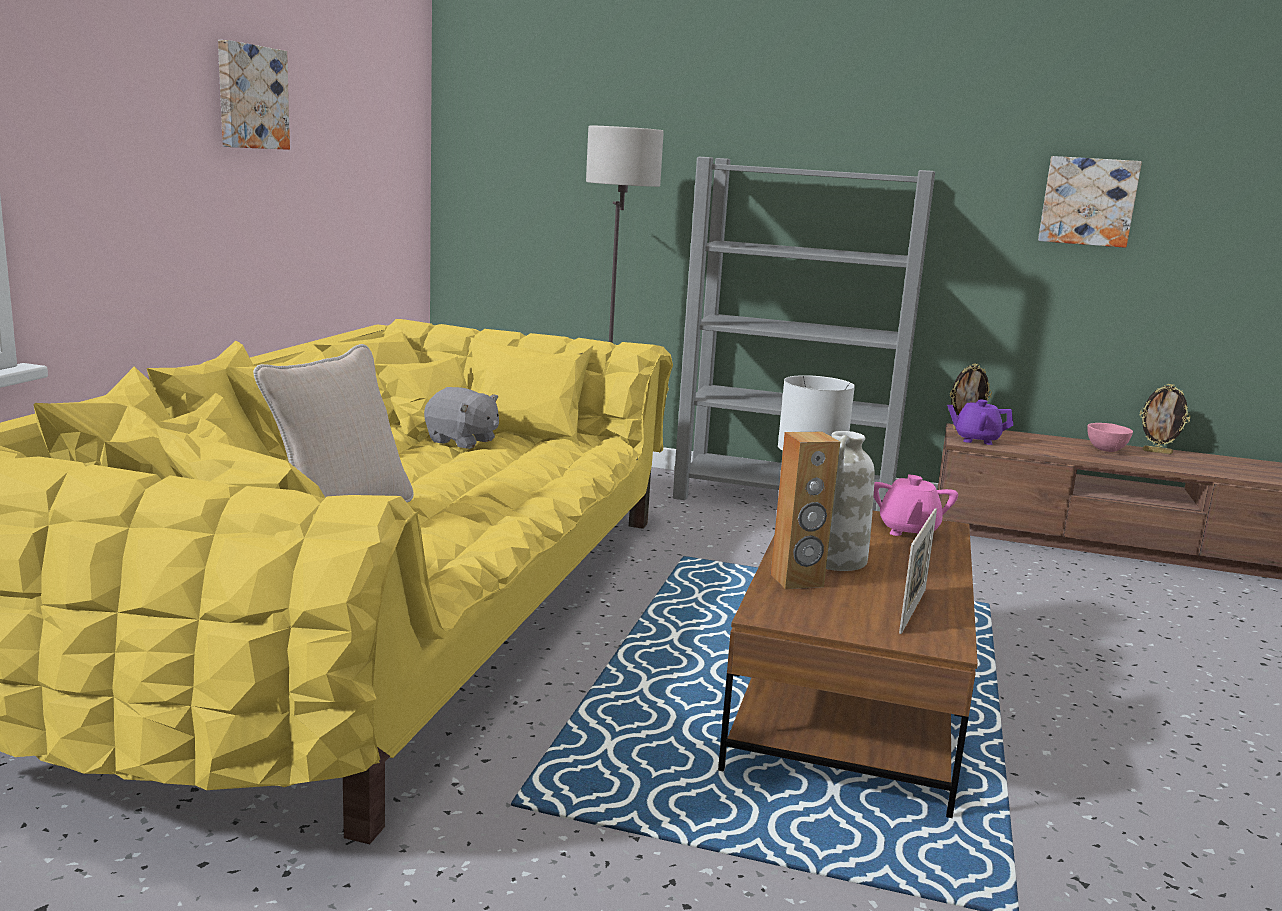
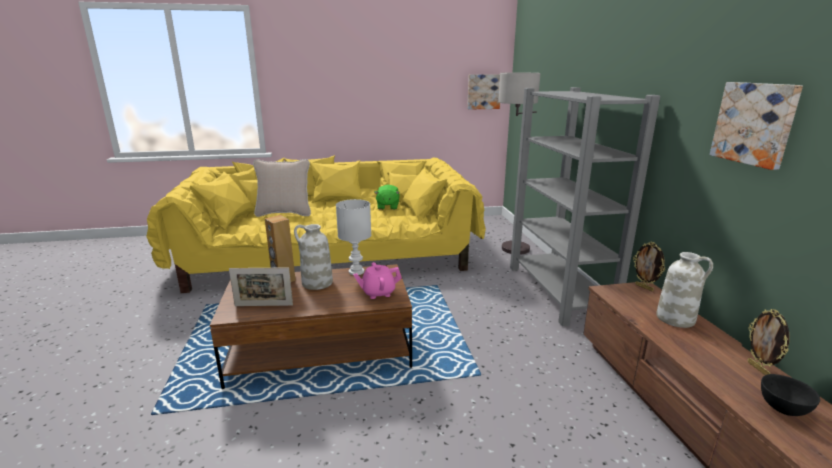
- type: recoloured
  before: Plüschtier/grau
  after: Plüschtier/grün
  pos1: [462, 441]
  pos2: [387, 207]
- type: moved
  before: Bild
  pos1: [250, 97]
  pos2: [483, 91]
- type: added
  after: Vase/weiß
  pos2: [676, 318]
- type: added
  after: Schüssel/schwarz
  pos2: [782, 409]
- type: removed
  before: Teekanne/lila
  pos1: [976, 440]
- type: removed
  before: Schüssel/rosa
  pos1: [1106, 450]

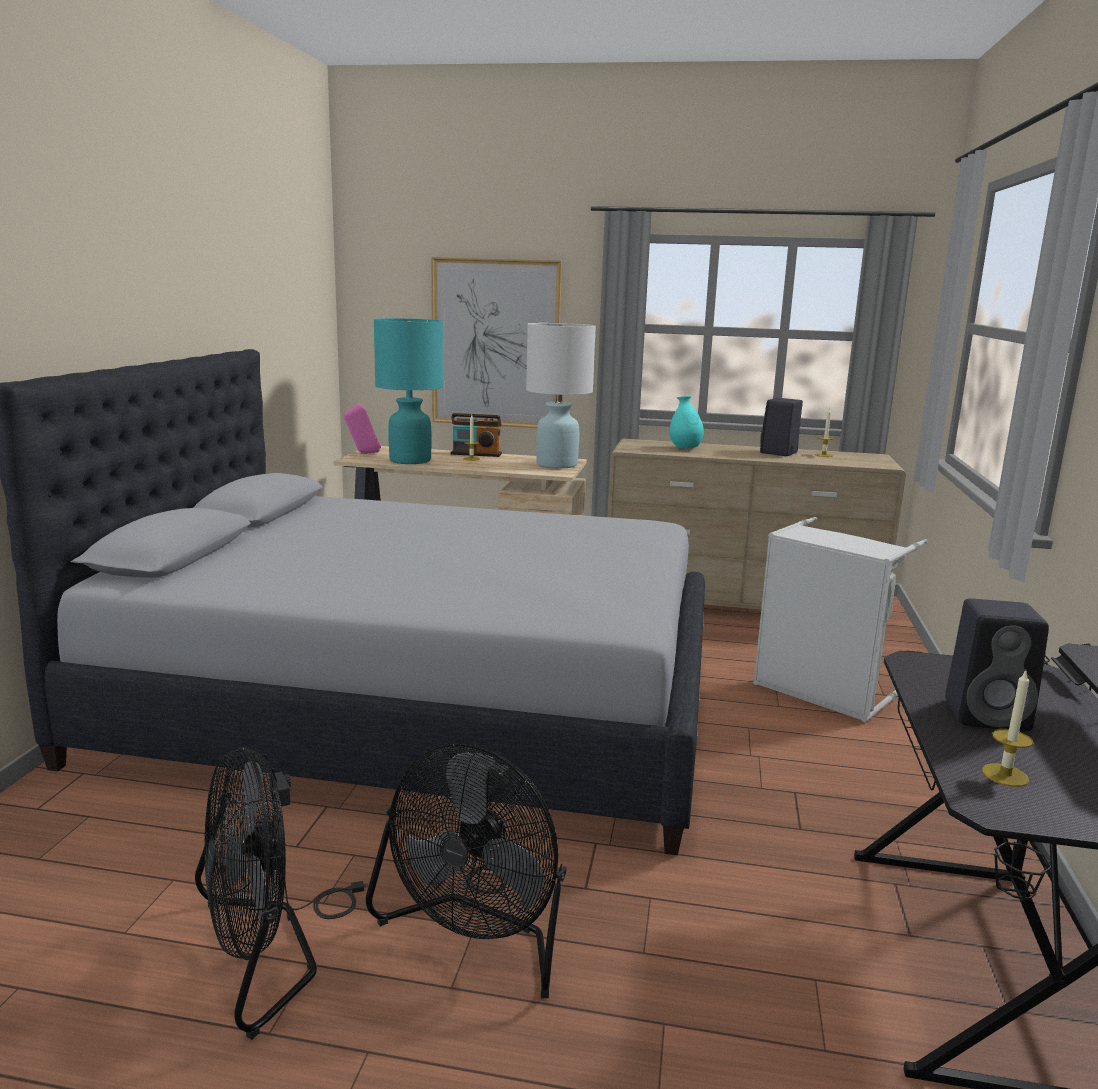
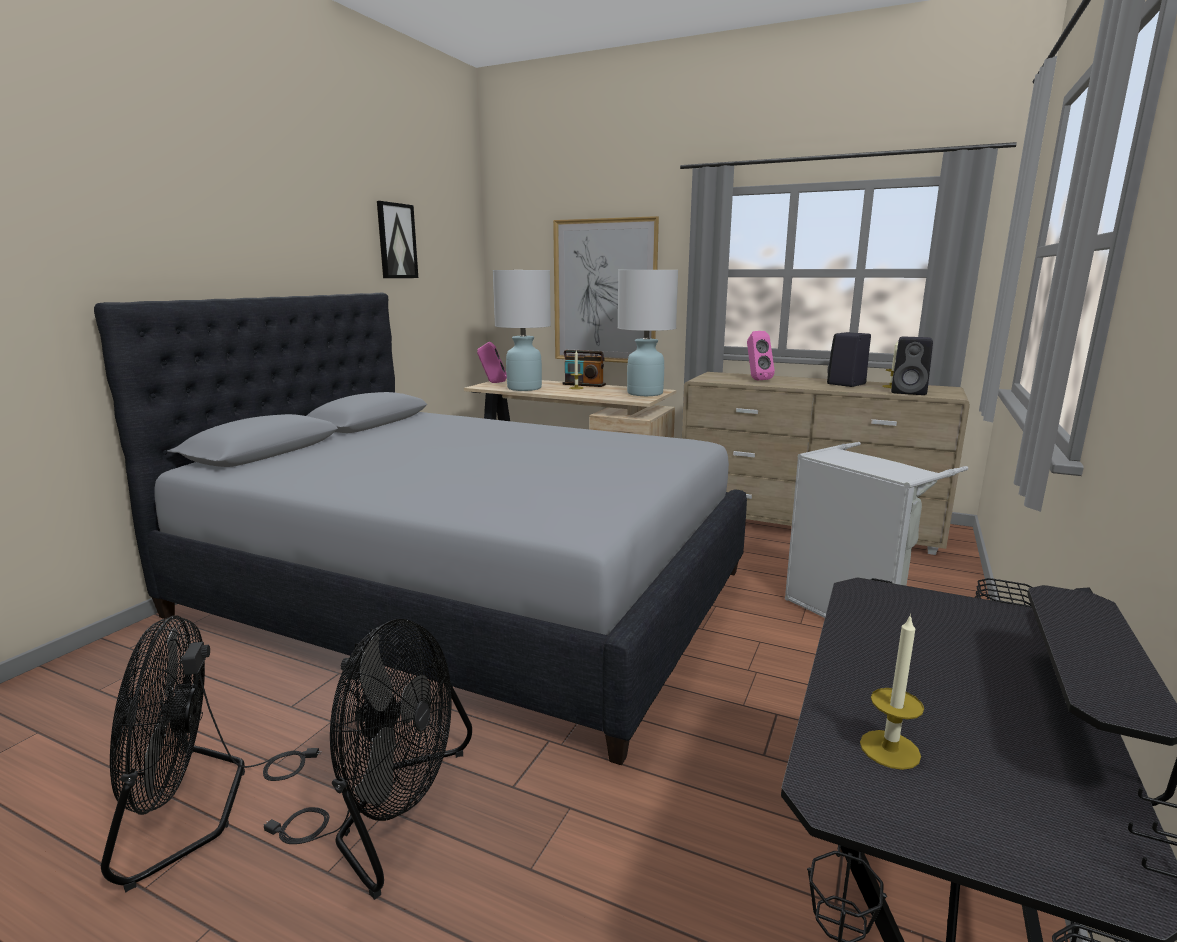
- type: turned
  before: Ventilator/schwarz
  pos1: [475, 930]
  pos2: [385, 815]
  turn: -120
- type: added
  after: Bild
  pos2: [396, 241]
- type: recoloured
  before: Tischlampe/türkis
  after: Tischlampe/weiß
  pos1: [410, 460]
  pos2: [524, 388]
- type: replaced
  before: Vase/türkis
  after: Lautsprecher/rosa
  pos1: [685, 449]
  pos2: [756, 380]
- type: moved
  before: Lautsprecher/schwarz
  pos1: [989, 715]
  pos2: [910, 392]

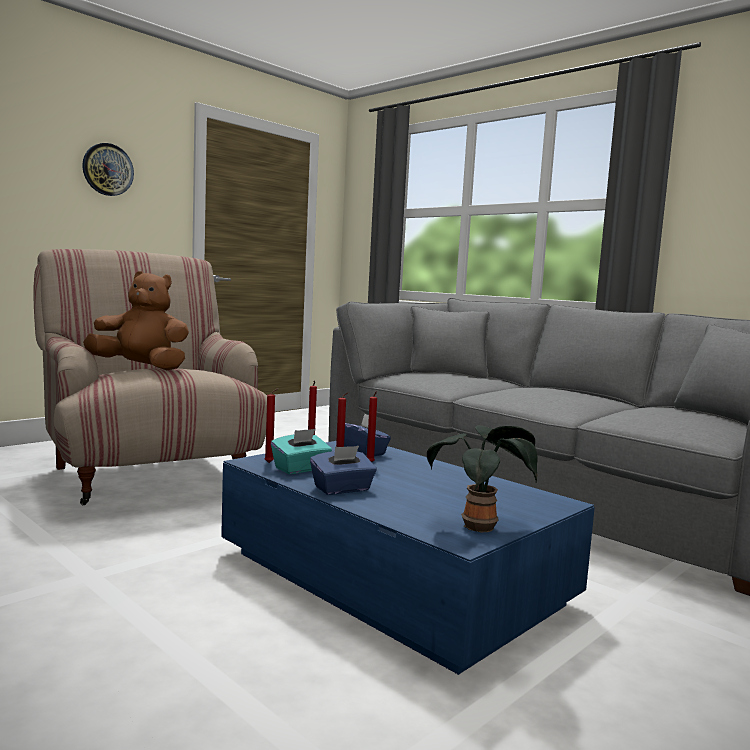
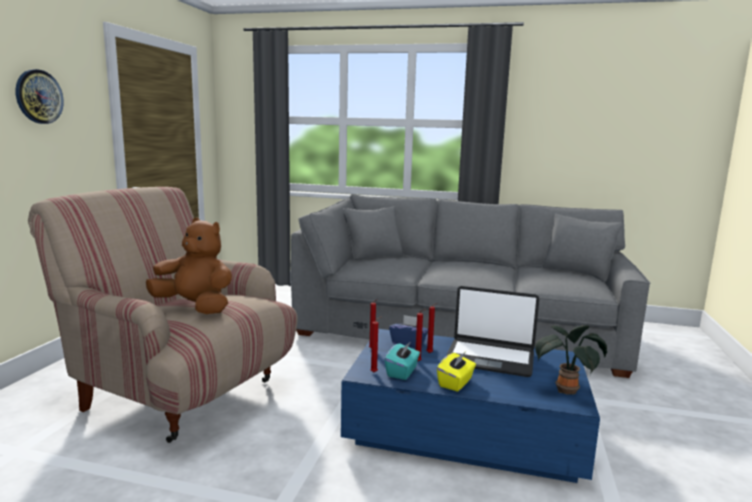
- type: turned
  before: Plüschtier/braun
  pos1: [141, 368]
  pos2: [195, 307]
  turn: 45
- type: recoloured
  before: Taschentuchbox/blau
  after: Taschentuchbox/gelb
  pos1: [342, 489]
  pos2: [455, 383]
- type: added
  after: Laptop
  pos2: [490, 358]

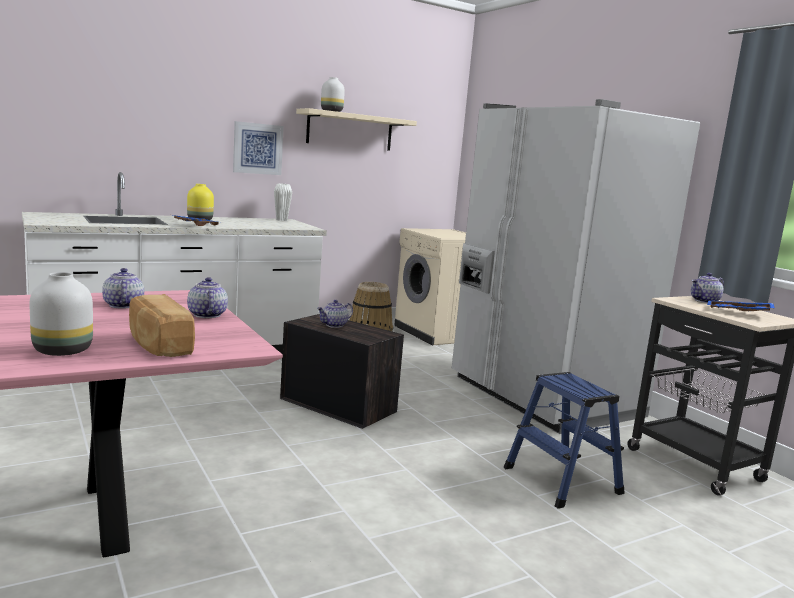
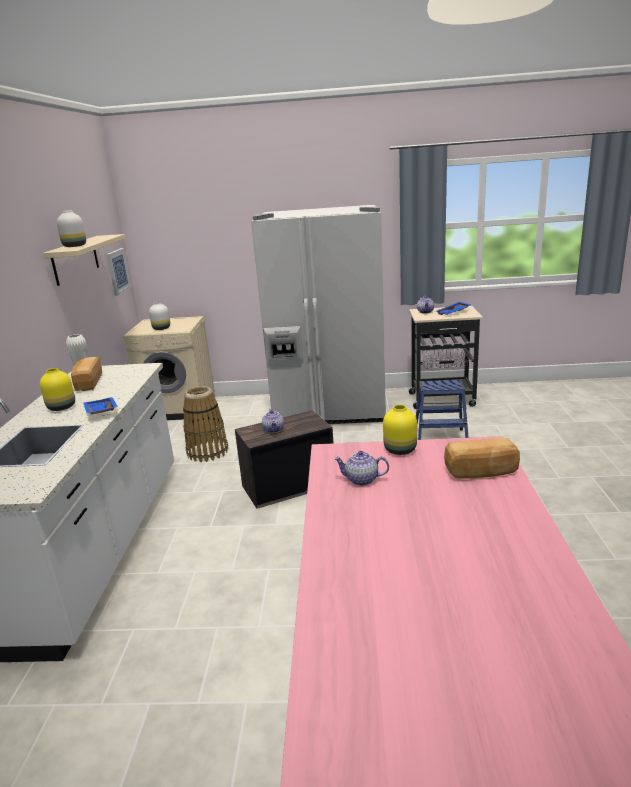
- type: added
  after: Brot
  pos2: [88, 383]
- type: moved
  before: Bild
  pos1: [257, 148]
  pos2: [117, 271]
- type: moved
  before: Vase/weiß
  pos1: [64, 351]
  pos2: [161, 328]
- type: replaced
  before: Teekanne
  after: Vase/gelb
  pos1: [206, 315]
  pos2: [400, 450]

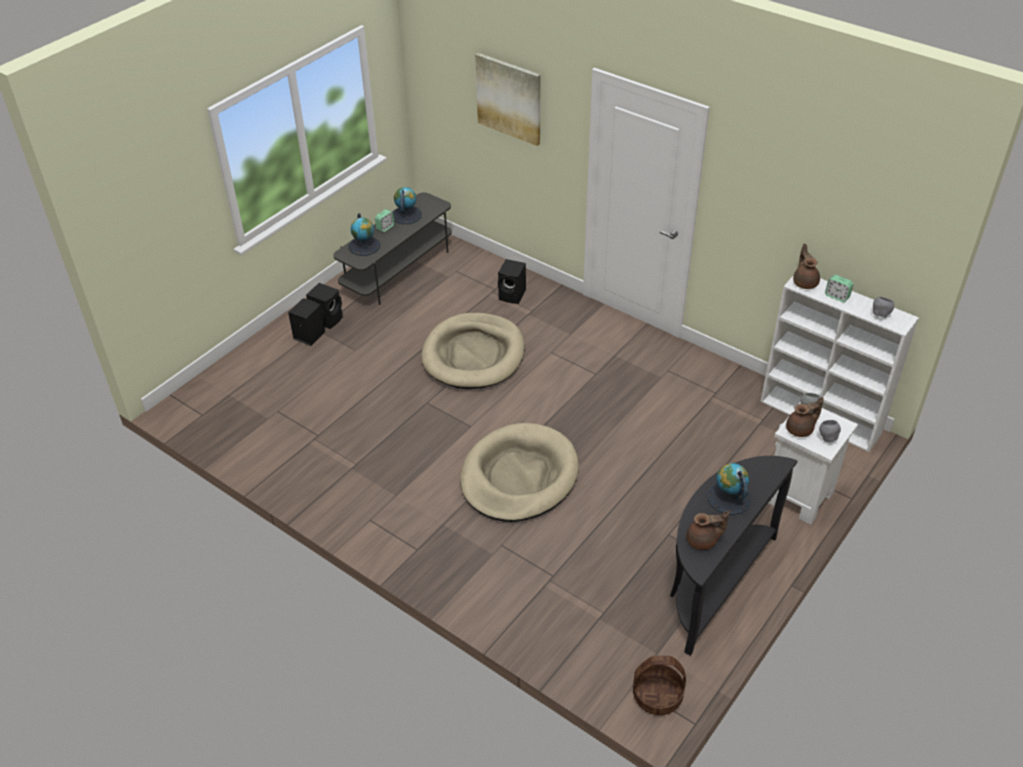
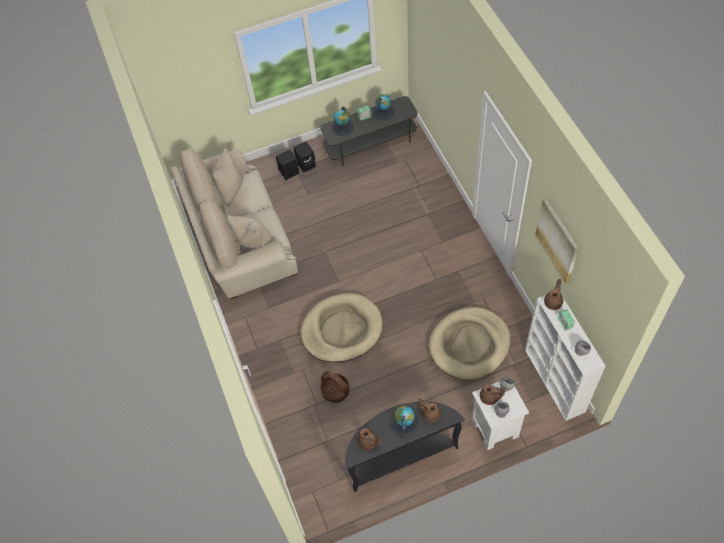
- type: added
  after: Sofa/beige
  pos2: [240, 239]
- type: moved
  before: Korb
  pos1: [657, 696]
  pos2: [335, 391]
- type: added
  after: Teekanne/braun
  pos2: [430, 414]
- type: moved
  before: Hundebett/beige
  pos1: [473, 355]
  pos2: [469, 345]
- type: moved
  before: Bild
  pos1: [509, 98]
  pos2: [557, 240]
- type: removed
  before: Lautsprecher/schwarz
  pos1: [513, 295]

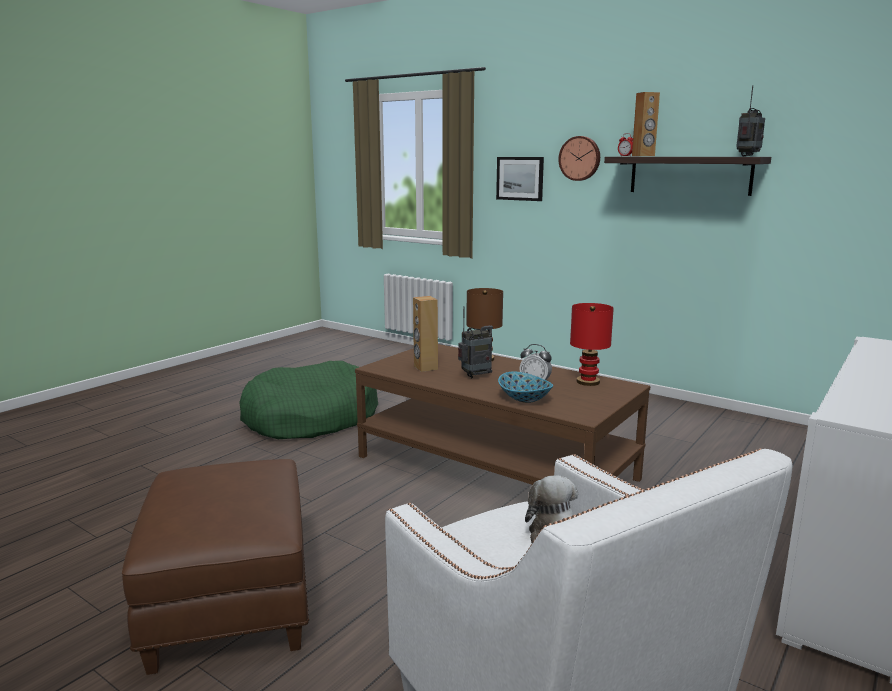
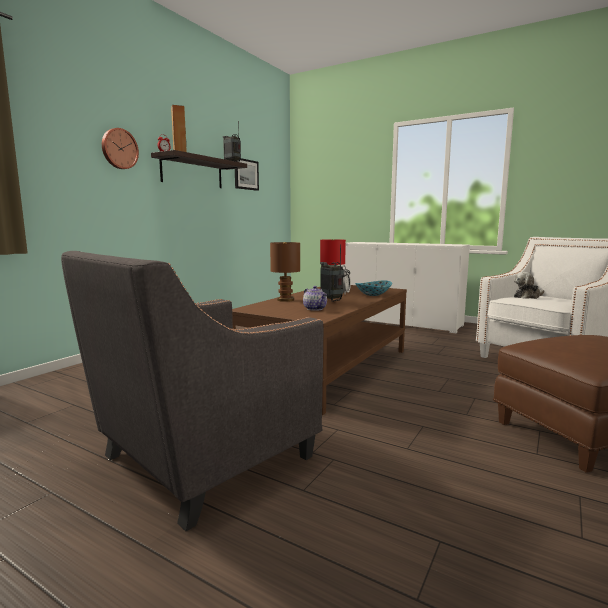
- type: replaced
  before: Hundebett/grün
  after: Sessel/grau
  pos1: [310, 418]
  pos2: [206, 458]
- type: moved
  before: Bild
  pos1: [520, 178]
  pos2: [246, 174]
- type: replaced
  before: Lautsprecher/braun
  after: Teekanne
  pos1: [425, 368]
  pos2: [315, 308]

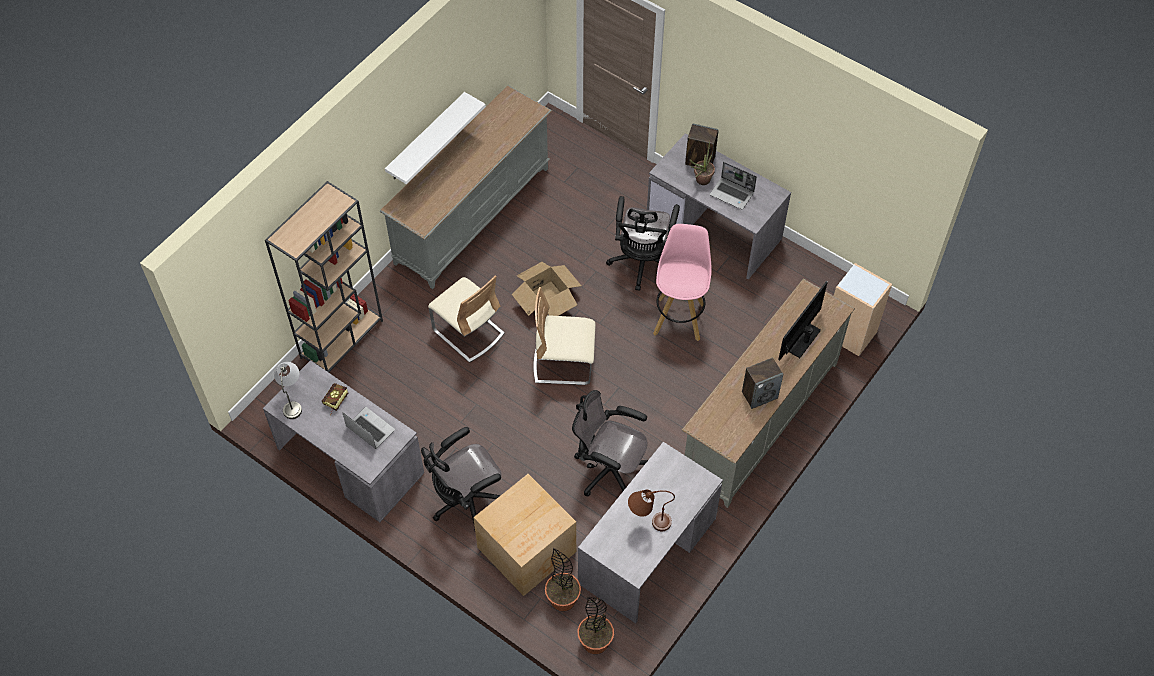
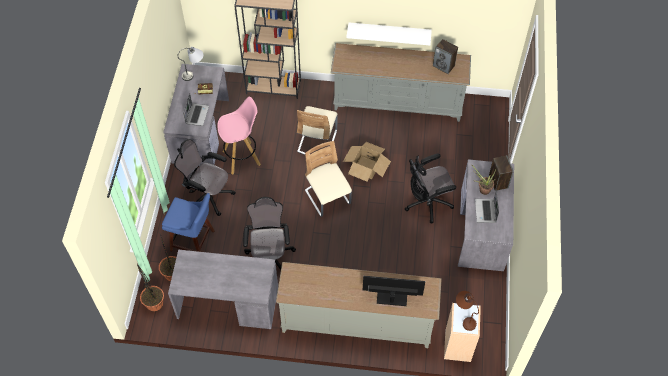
- type: replaced
  before: Karton
  after: Hocker/blau
  pos1: [528, 549]
  pos2: [194, 241]
- type: moved
  before: Hocker/rosa
  pos1: [679, 318]
  pos2: [242, 158]
- type: moved
  before: Lautsprecher
  pos1: [759, 395]
  pos2: [444, 66]
- type: moved
  before: Tischlampe/braun
  pos1: [648, 521]
  pos2: [465, 316]

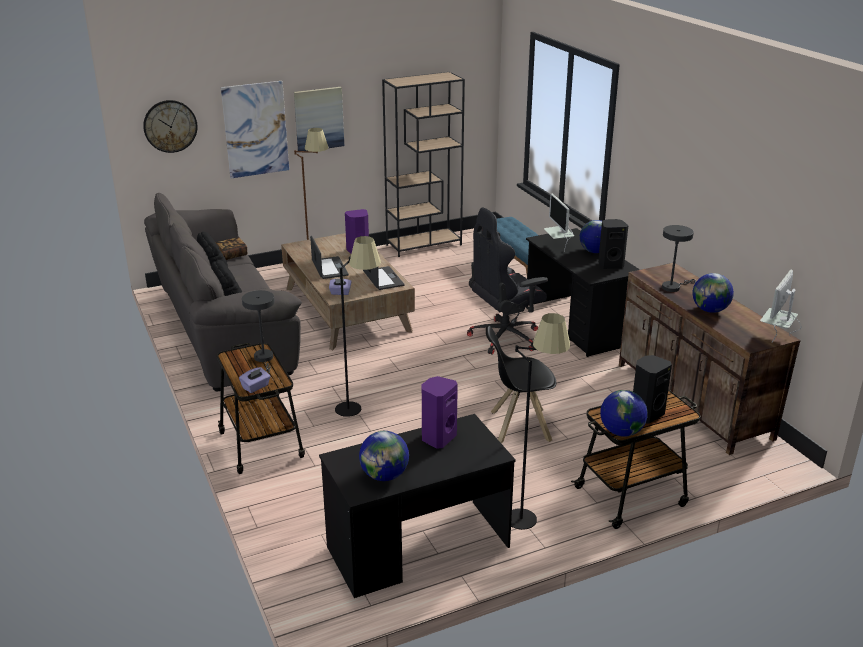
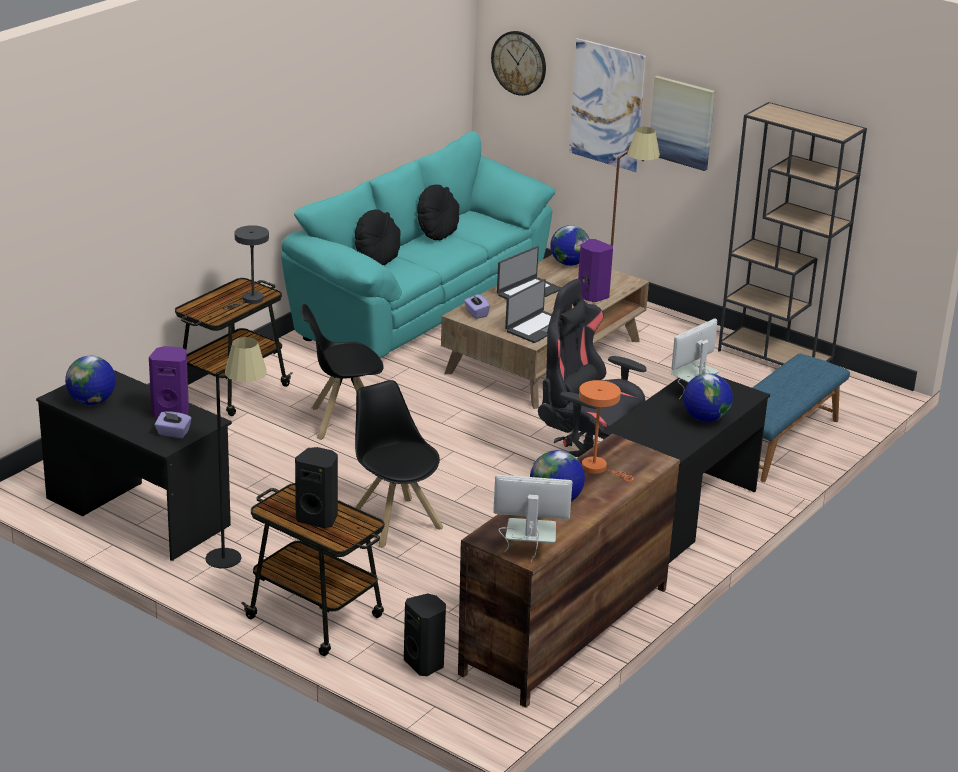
- type: moved
  before: Taschentuchbox/lila
  pos1: [256, 387]
  pos2: [173, 433]
- type: recoloured
  before: Sofa/grau
  after: Sofa/türkis
  pos1: [225, 331]
  pos2: [421, 307]
- type: replaced
  before: Stehlampe/schwarz
  after: Stuhl/schwarz
  pos1: [360, 409]
  pos2: [342, 421]
- type: moved
  before: Lautsprecher/schwarz
  pos1: [610, 265]
  pos2: [425, 664]
- type: moved
  before: Globus
  pos1: [621, 432]
  pos2: [569, 263]
- type: recoloured
  before: Tischlampe/grau
  after: Tischlampe/orange
  pos1: [673, 287]
  pos2: [598, 468]
- type: removed
  before: Buch
  pos1: [232, 255]

